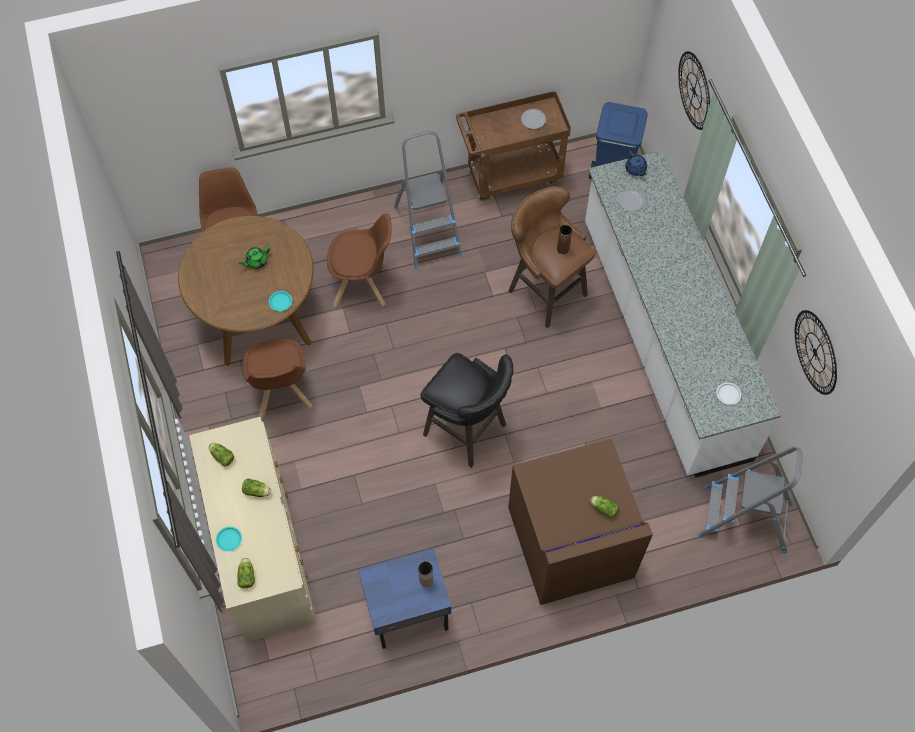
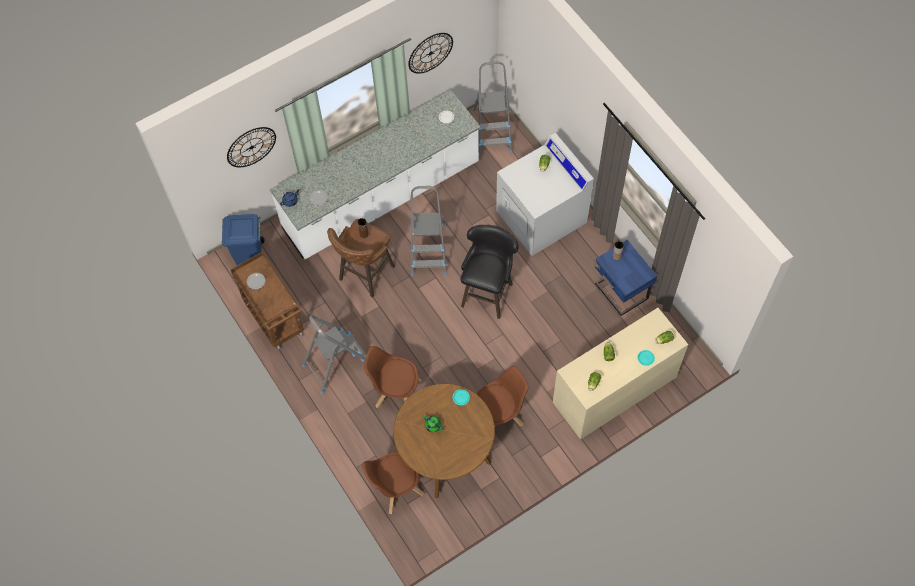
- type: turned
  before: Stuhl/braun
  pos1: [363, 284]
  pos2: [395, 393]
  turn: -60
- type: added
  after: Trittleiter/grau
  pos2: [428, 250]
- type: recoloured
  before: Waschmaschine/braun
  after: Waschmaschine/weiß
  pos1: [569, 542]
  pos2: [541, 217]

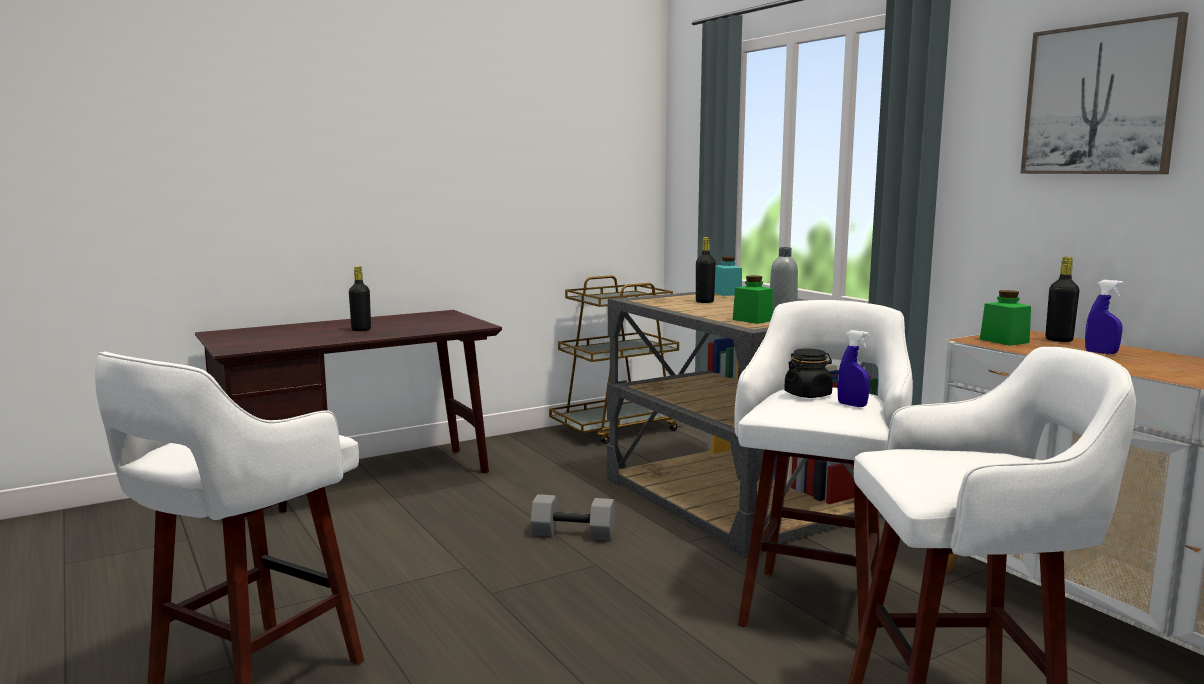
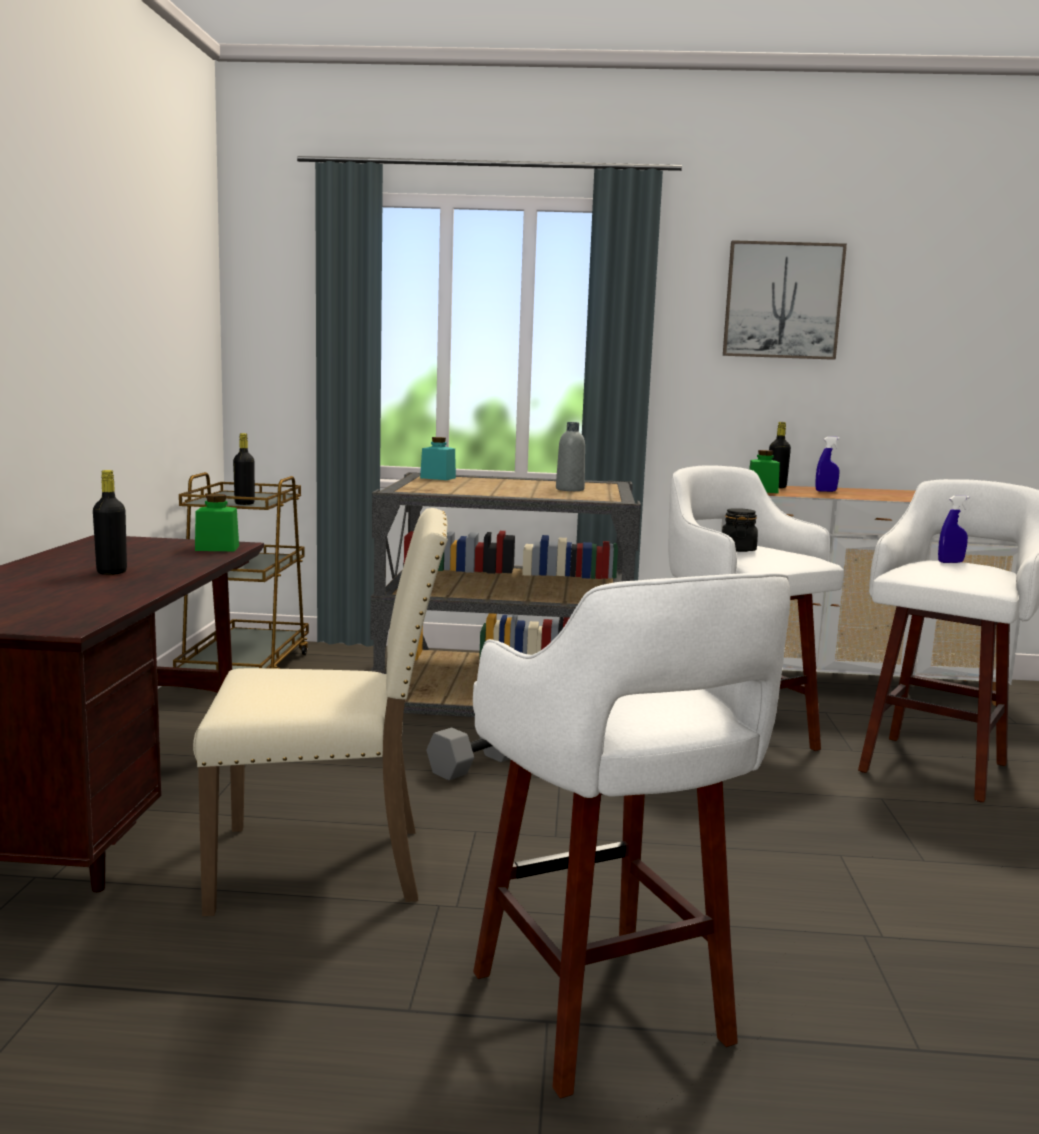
- type: added
  after: Stuhl/beige
  pos2: [325, 865]
- type: moved
  before: Vorratsglas/grün
  pos1: [752, 320]
  pos2: [217, 548]
- type: moved
  before: Flasche/schwarz
  pos1: [704, 302]
  pos2: [244, 503]
- type: moved
  before: Sprühflasche/blau
  pos1: [852, 405]
  pos2: [950, 562]

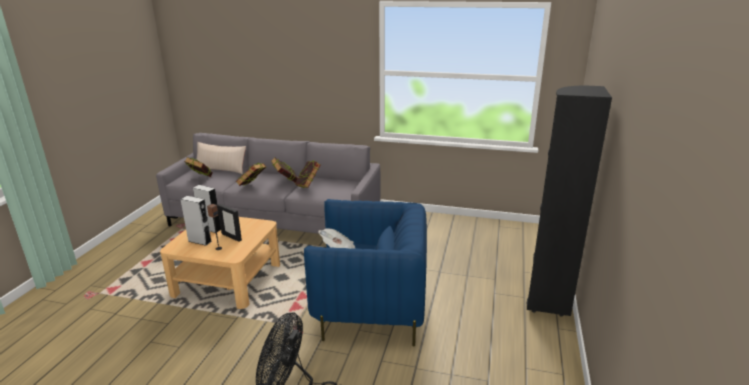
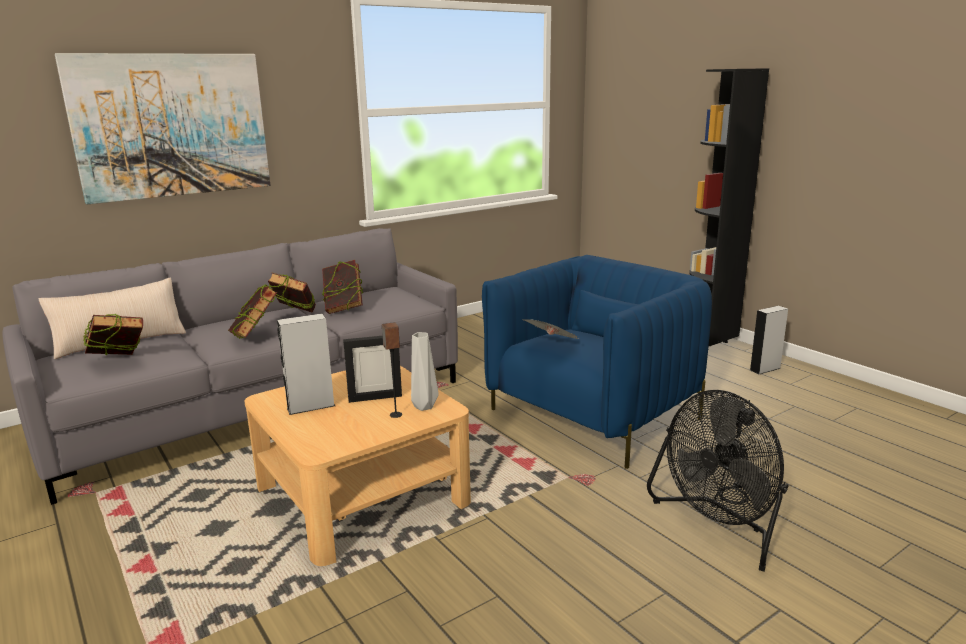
- type: added
  after: Bild
  pos2: [172, 126]
- type: added
  after: Vase/grau
  pos2: [425, 406]
- type: moved
  before: Lautsprecher/grau
  pos1: [199, 241]
  pos2: [765, 369]

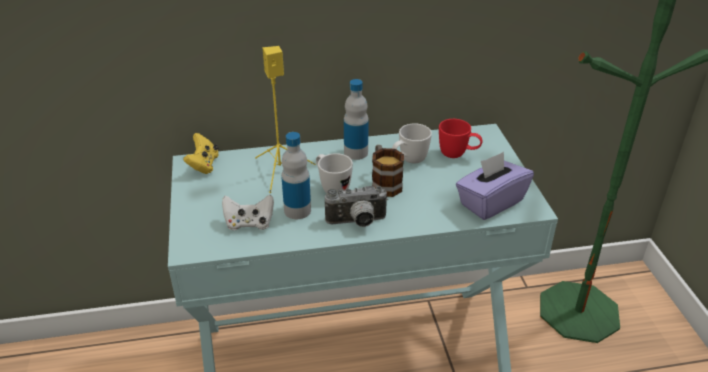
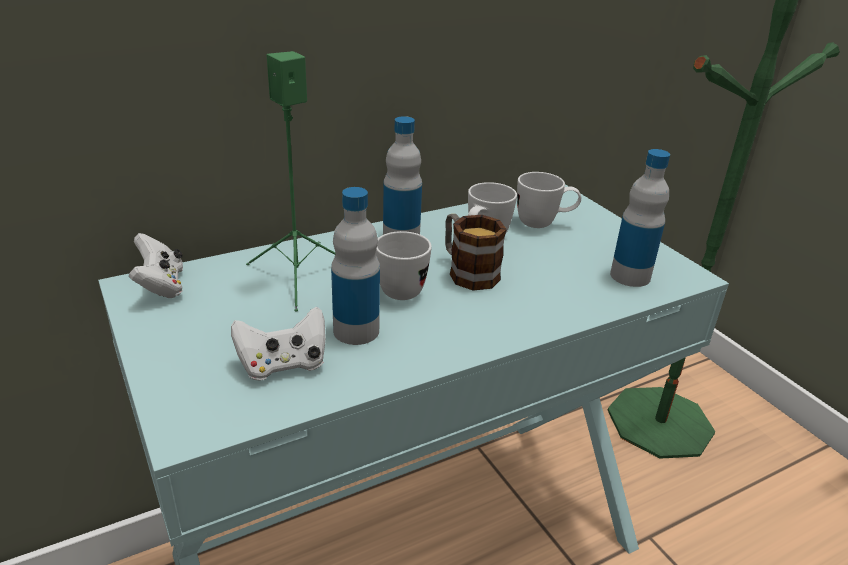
- type: recoloured
  before: Gamepad/gelb
  after: Gamepad/weiß
  pos1: [203, 165]
  pos2: [161, 286]
- type: recoloured
  before: Lautsprecher/gelb
  after: Lautsprecher/grün
  pos1: [280, 171]
  pos2: [298, 278]
- type: recoloured
  before: Henkelbecher/rot
  after: Henkelbecher/weiß
  pos1: [458, 155]
  pos2: [544, 224]
- type: replaced
  before: Taschentuchbox/lila
  after: Flasche
  pos1: [490, 202]
  pos2: [630, 276]
- type: removed
  before: Kamera
  pos1: [357, 223]

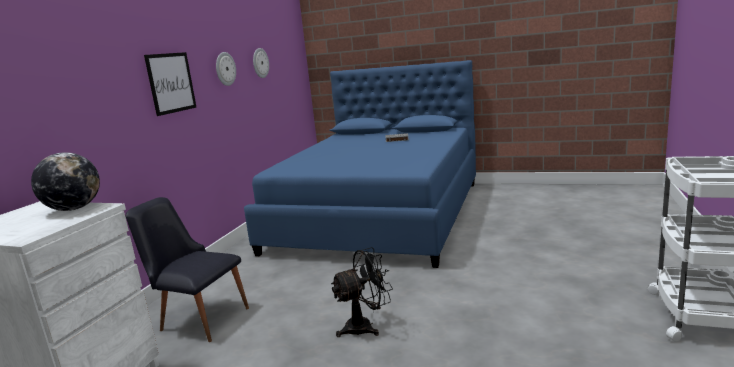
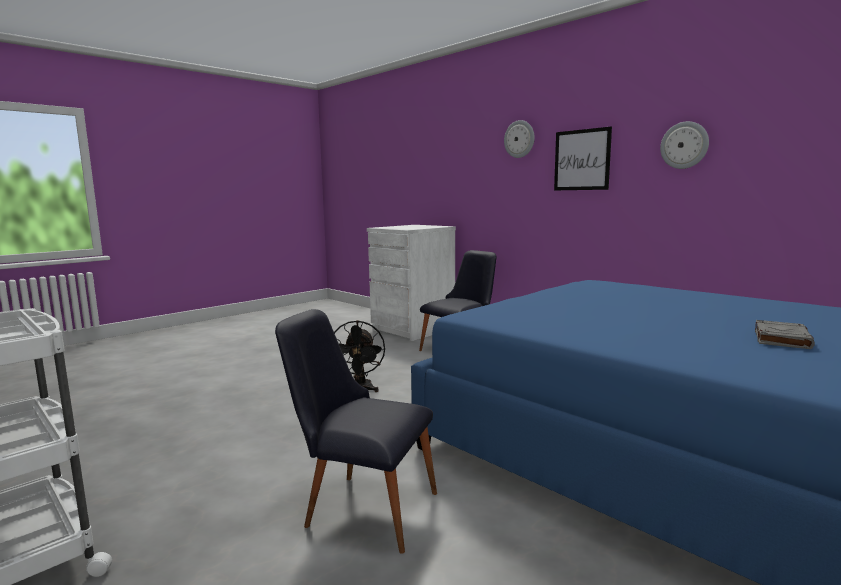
- type: added
  after: Stuhl/schwarz
  pos2: [361, 506]
- type: moved
  before: Wanduhr
  pos1: [260, 63]
  pos2: [519, 139]
- type: removed
  before: Globus
  pos1: [73, 209]

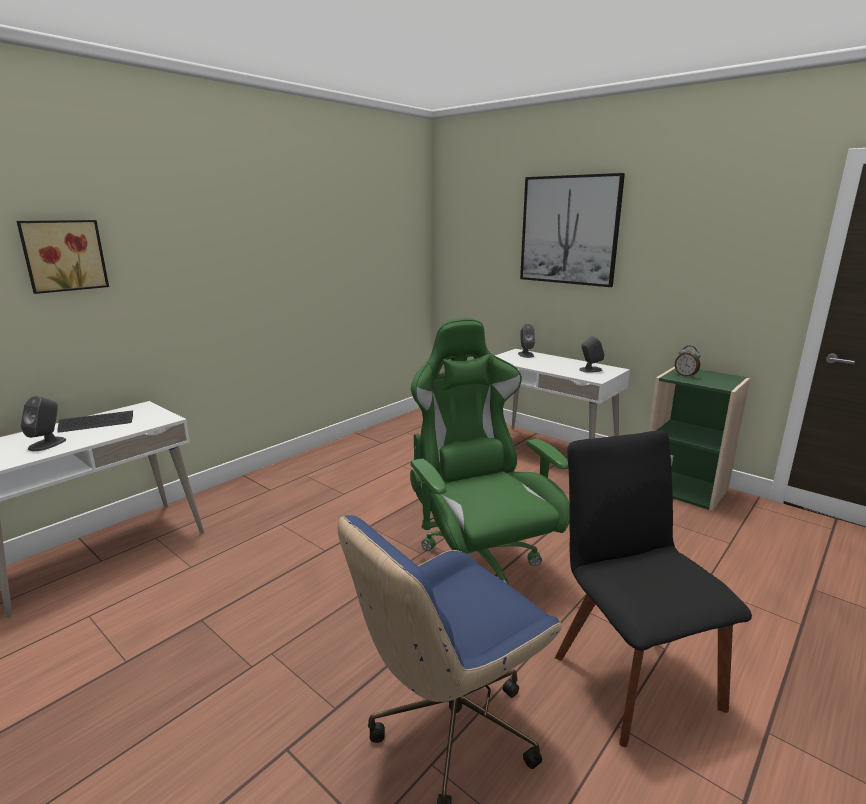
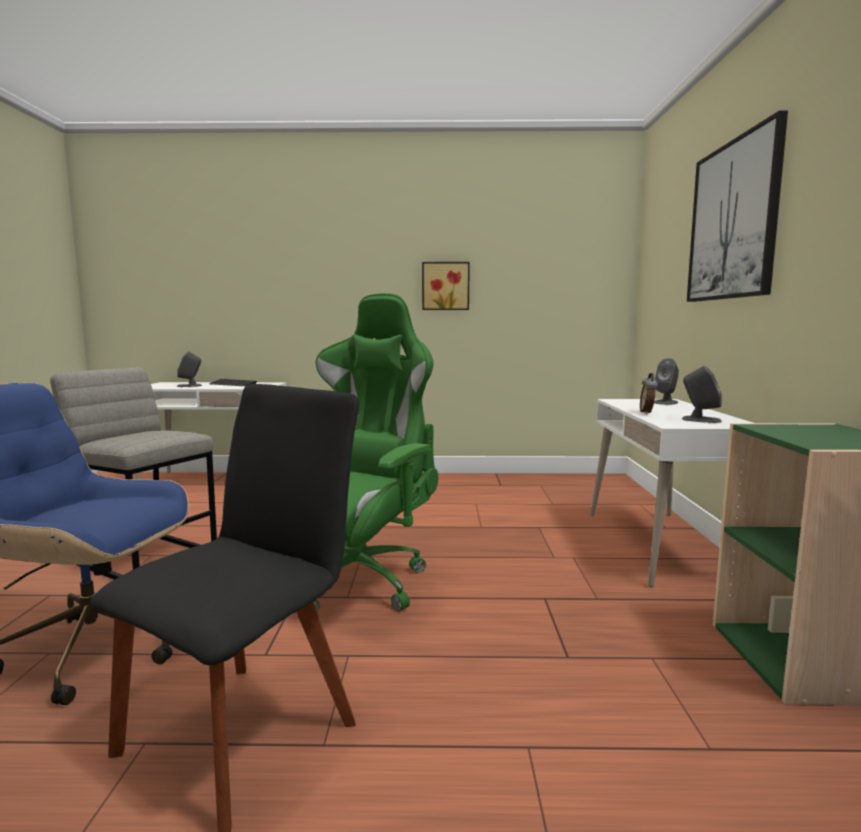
- type: added
  after: Stuhl/grau
  pos2: [146, 558]
- type: moved
  before: Bild
  pos1: [63, 255]
  pos2: [445, 286]
- type: moved
  before: Wecker
  pos1: [685, 375]
  pos2: [647, 413]

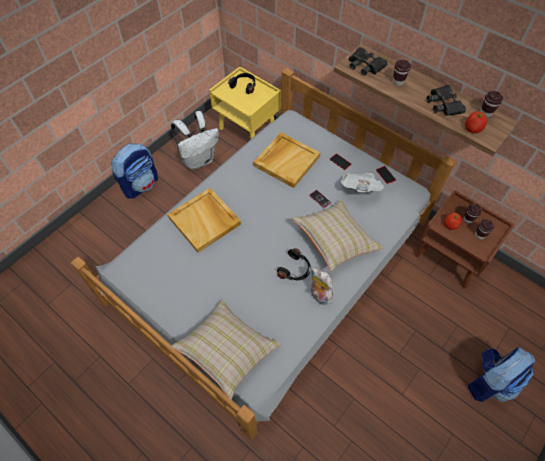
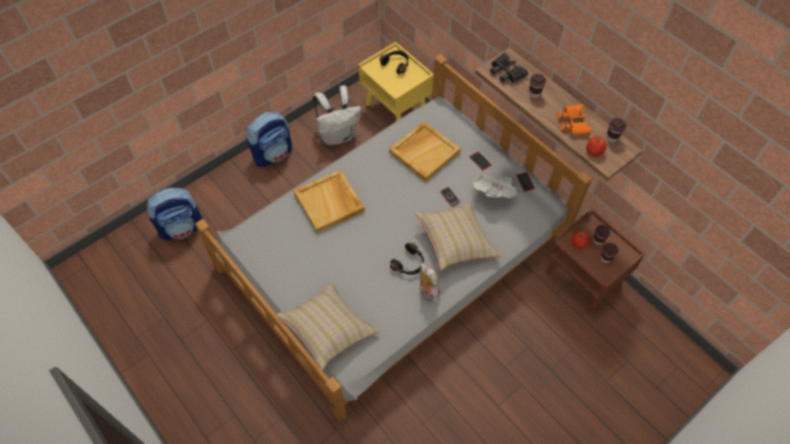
- type: moved
  before: Rucksack
  pos1: [488, 381]
  pos2: [182, 227]
- type: recoloured
  before: Fernglas/schwarz
  after: Fernglas/orange
  pos1: [444, 104]
  pos2: [573, 123]

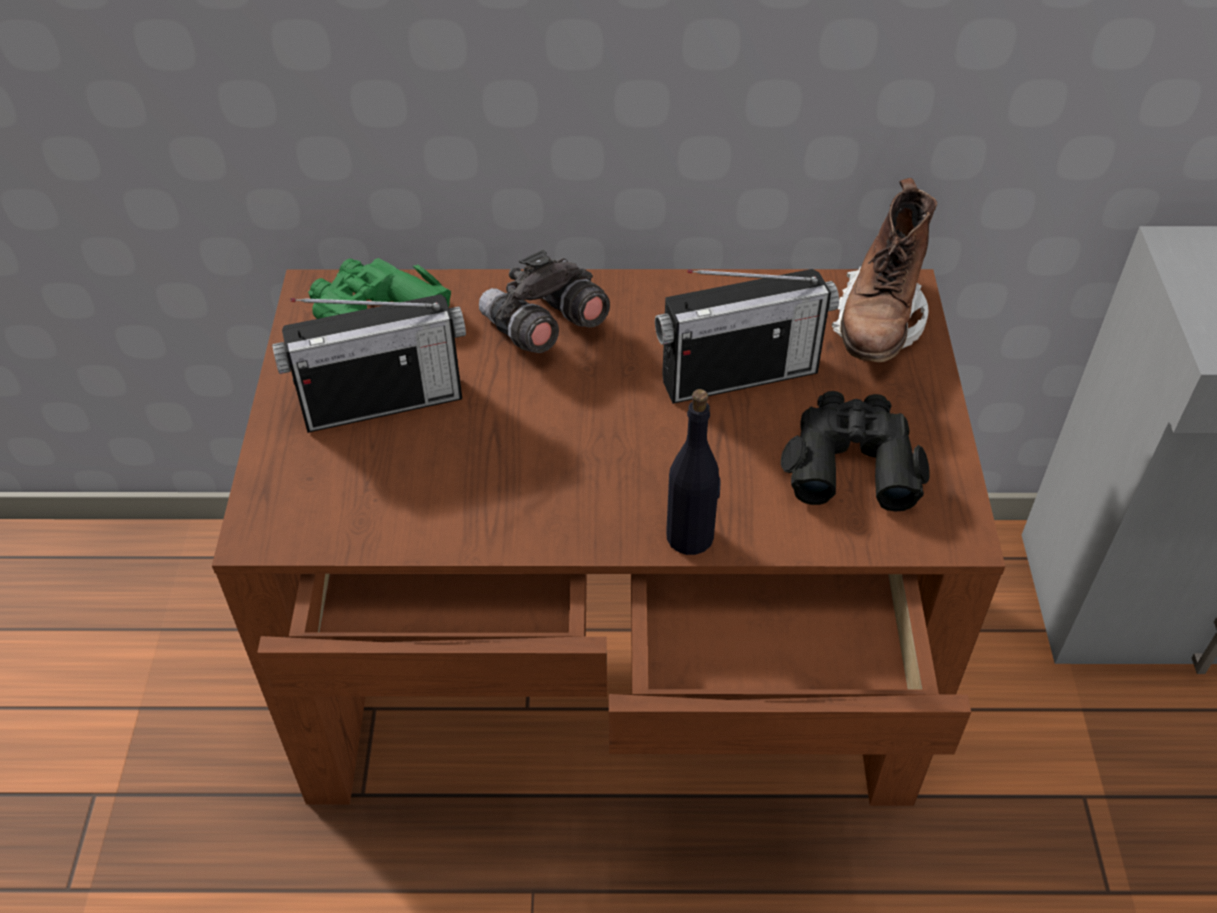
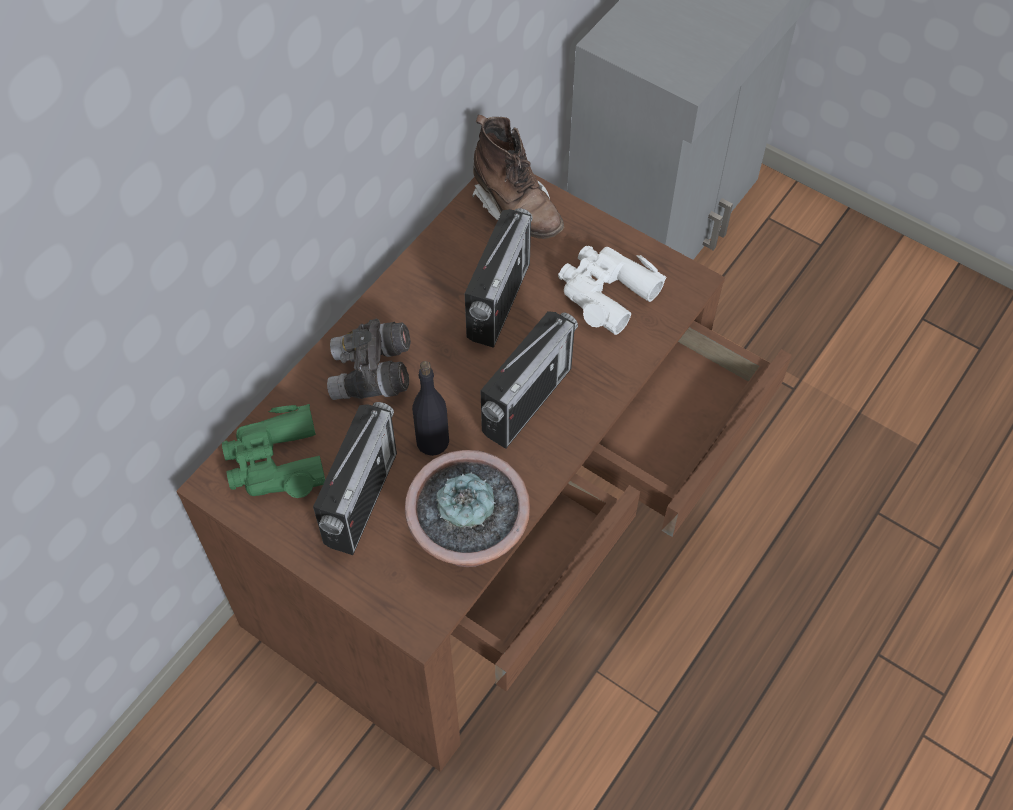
- type: added
  after: Topfpflanze
  pos2: [469, 538]
- type: moved
  before: Flasche/schwarz
  pos1: [690, 536]
  pos2: [433, 441]
- type: added
  after: Radio
  pos2: [527, 401]
- type: recoloured
  before: Fernglas/schwarz
  after: Fernglas/weiß
  pos1: [851, 461]
  pos2: [606, 292]

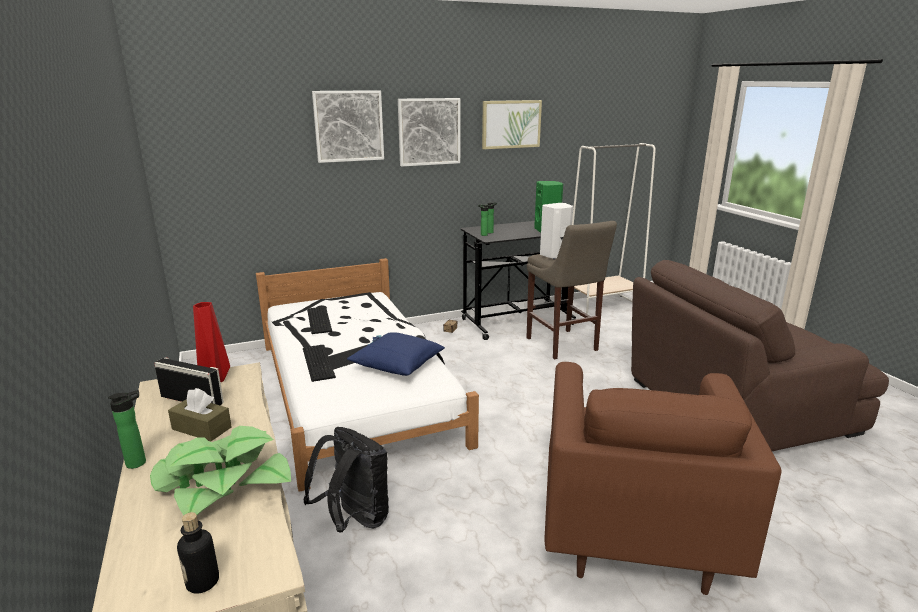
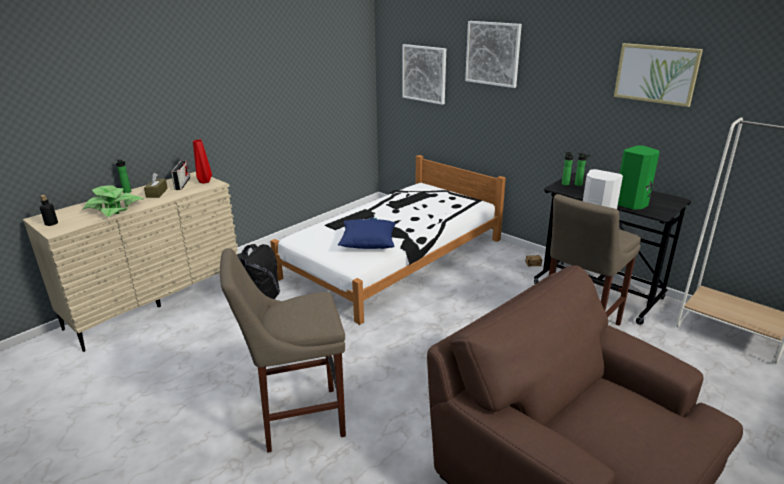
- type: replaced
  before: Sessel/braun
  after: Hocker/beige
  pos1: [633, 534]
  pos2: [296, 419]
- type: moved
  before: Bild
  pos1: [429, 131]
  pos2: [424, 73]

